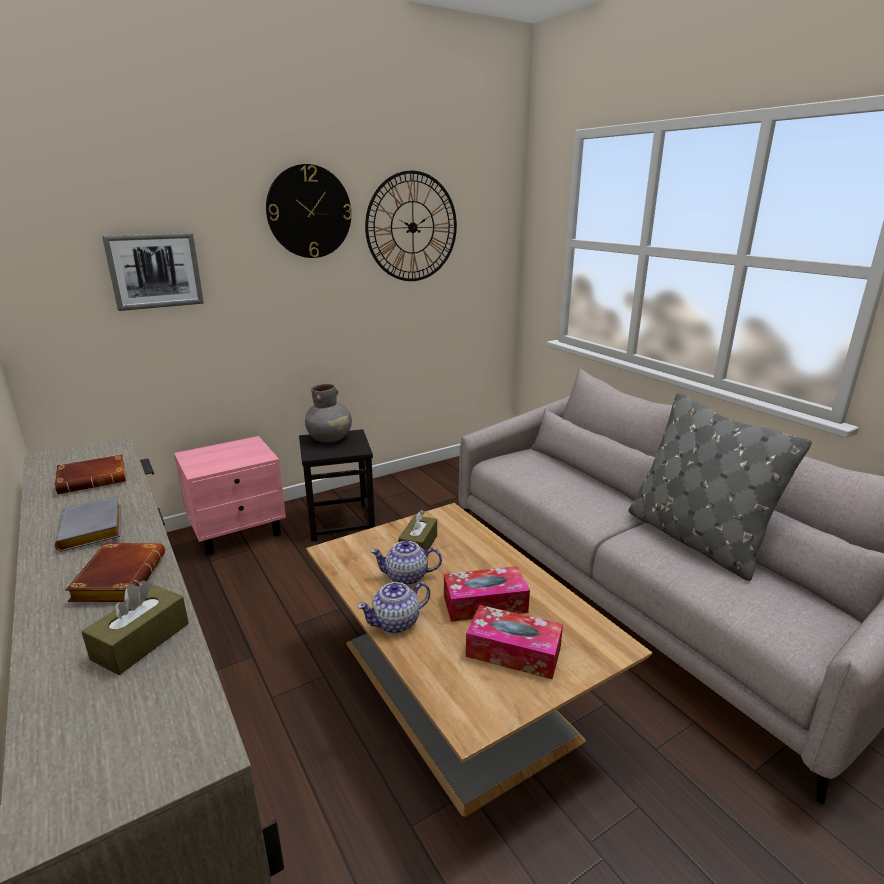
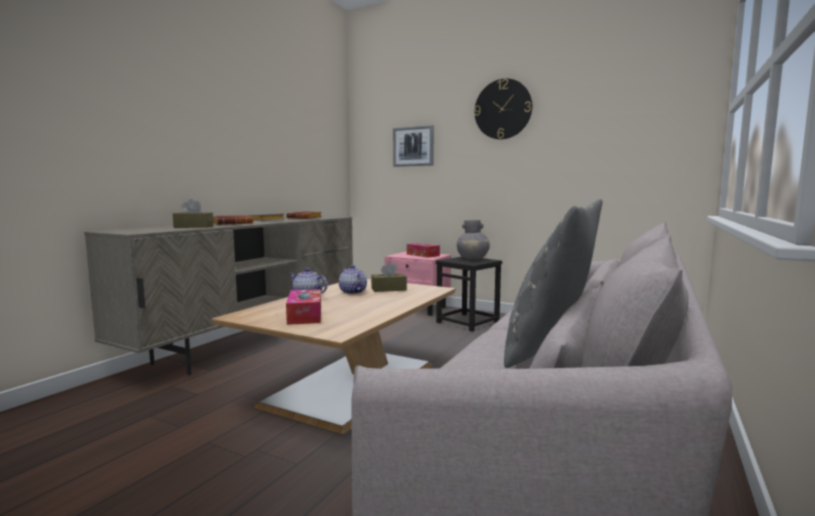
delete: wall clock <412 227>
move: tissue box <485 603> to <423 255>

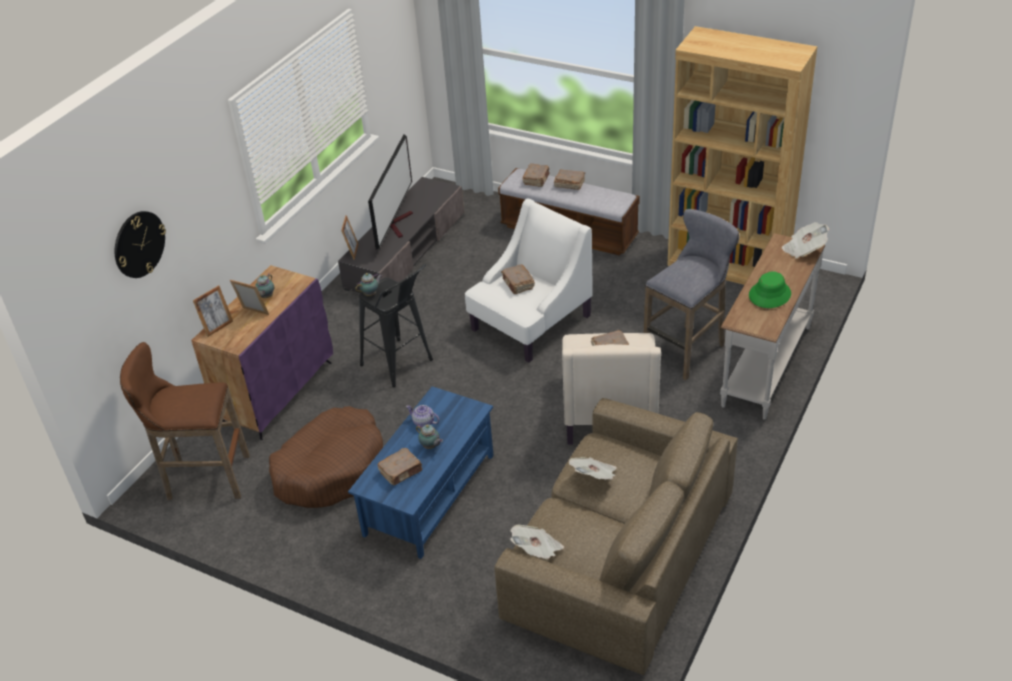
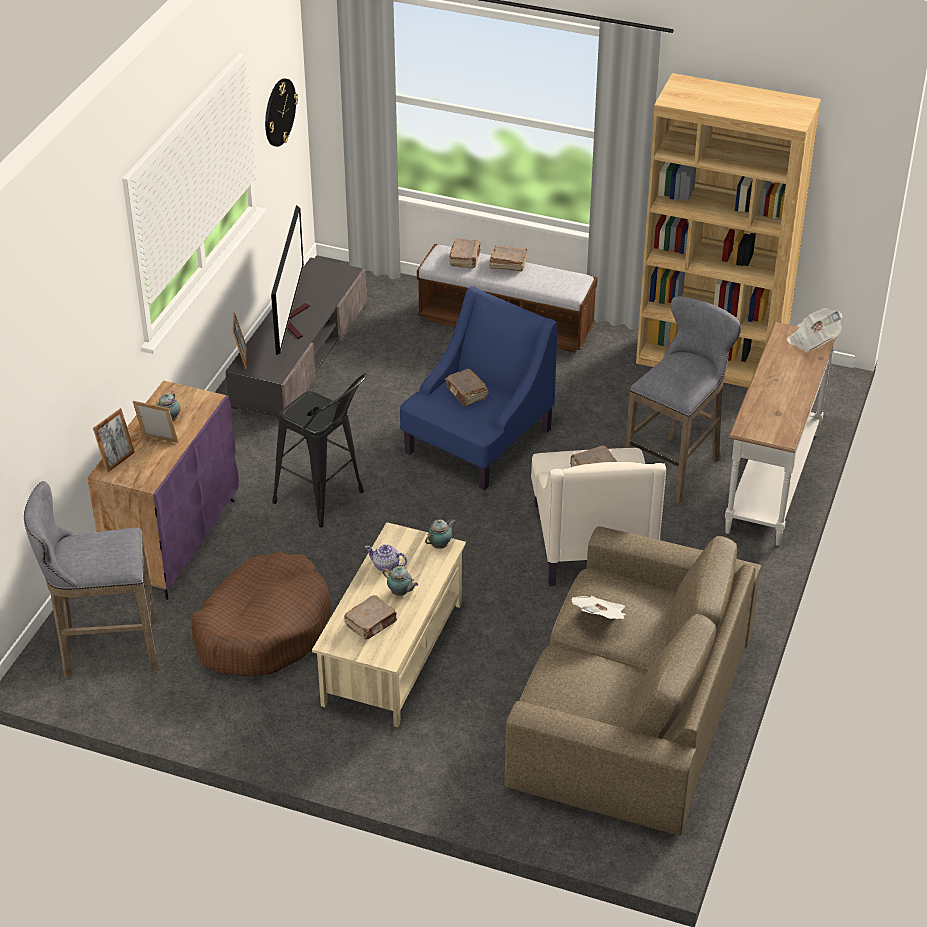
delete: newspaper <537 550>; hat (green) <769 295>
move: wall clock <139 244> to <279 112>; teapot <371 294> to <440 545>
recolor: stool (brown) <204 479> to stool (grey) <105 650>; coffee table (blue) <430 495> to coffee table (beige) <393 654>; armchair (white) <530 323> to armchair (blue) <477 441>

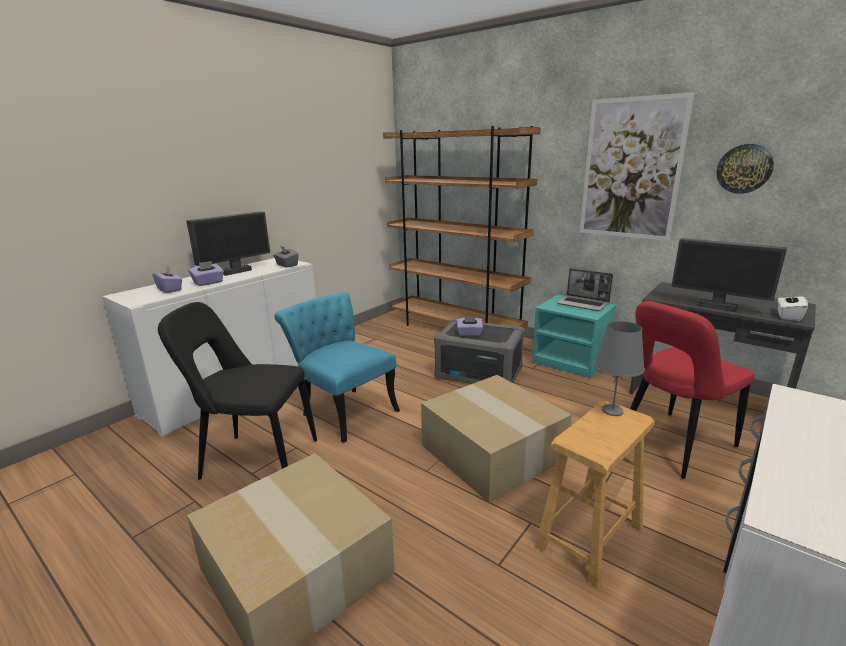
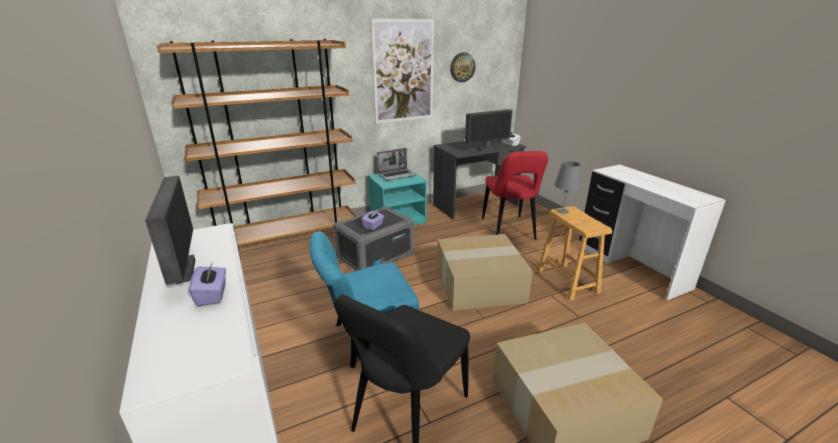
delete: tissue box (purple) <170 289>; tissue box (grey) <286 265>

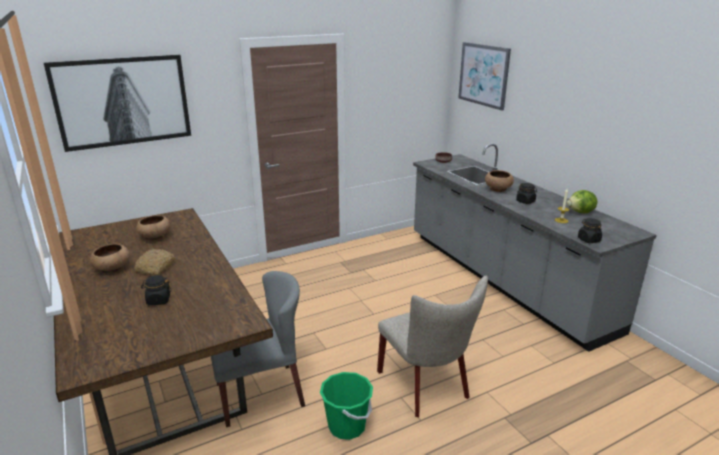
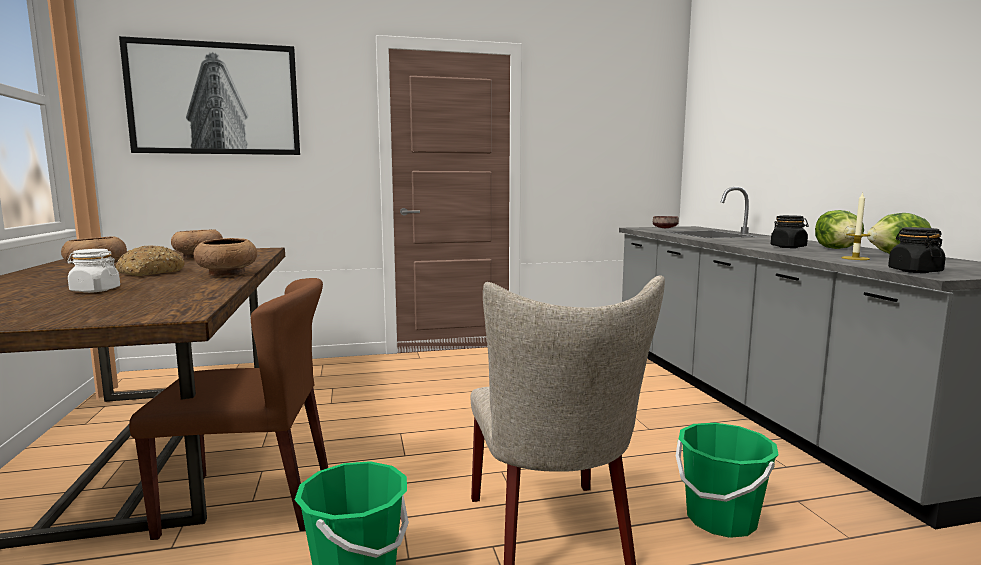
delete: picture <483 75>
insert: bucket (green) <720 519>; lettuce <838 249>
move: bowl (brown) <498 189> to <227 274>
recolor: jar (black) <158 300> to jar (white) <95 290>; chair (grey) <260 394> to chair (brown) <250 500>

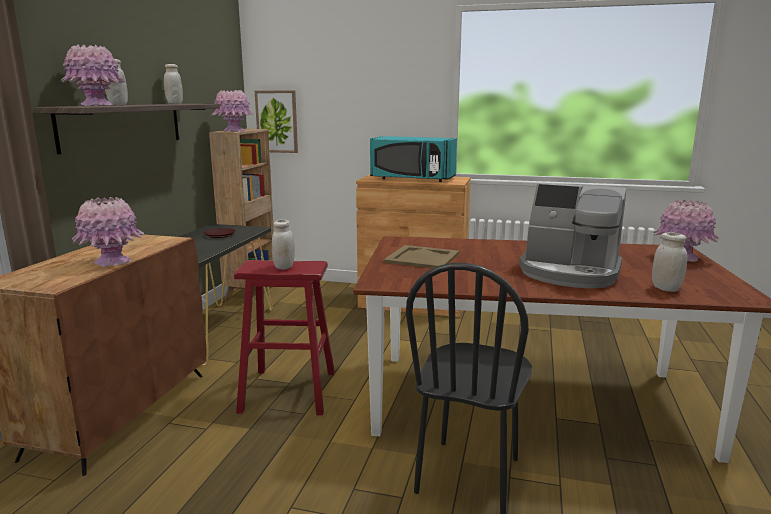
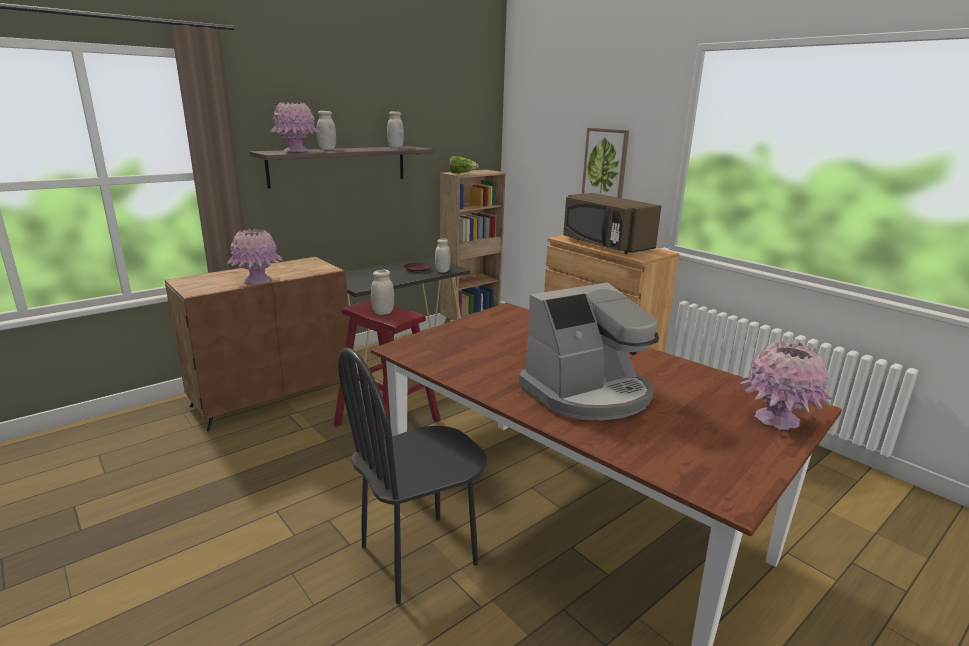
delete: tray (beige) <423 257>
move: picture <277 121> to <605 165>; jar (white) <665 288> to <442 271>
replace: vase (pink) <233 131> to lettuce <462 173>
recolor: microwave (turquoise) <412 179> to microwave (brown) <605 245>
rotate: coffee machine <569 273> = <588 393> 90 degrees counterclockwise

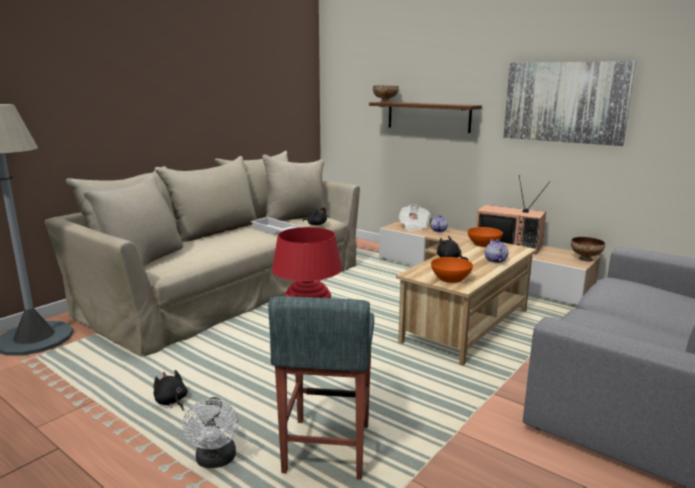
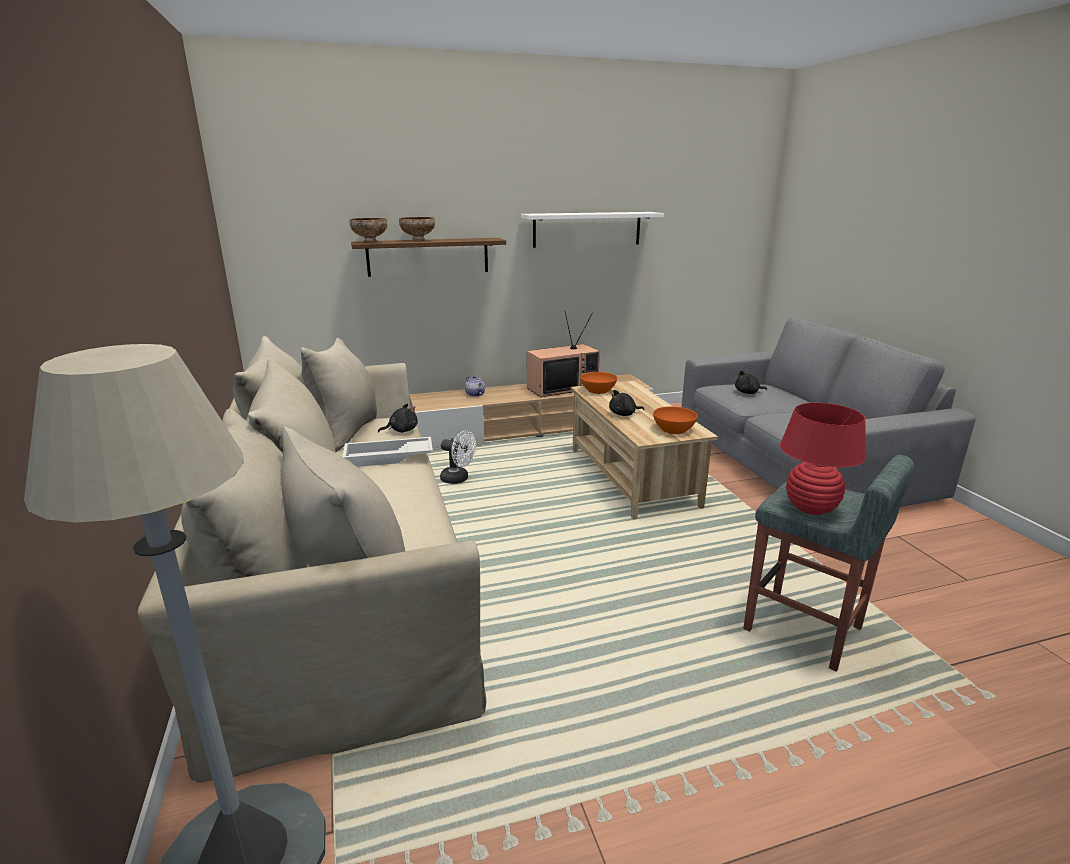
delete: newspaper <413 227>; teapot <495 260>
move: plush toy (black) <171 401> to <748 393>; fan (white) <215 460> to <458 479>; bowl <585 259> to <418 240>
replace: picture <565 102> to shelf (white) <587 229>

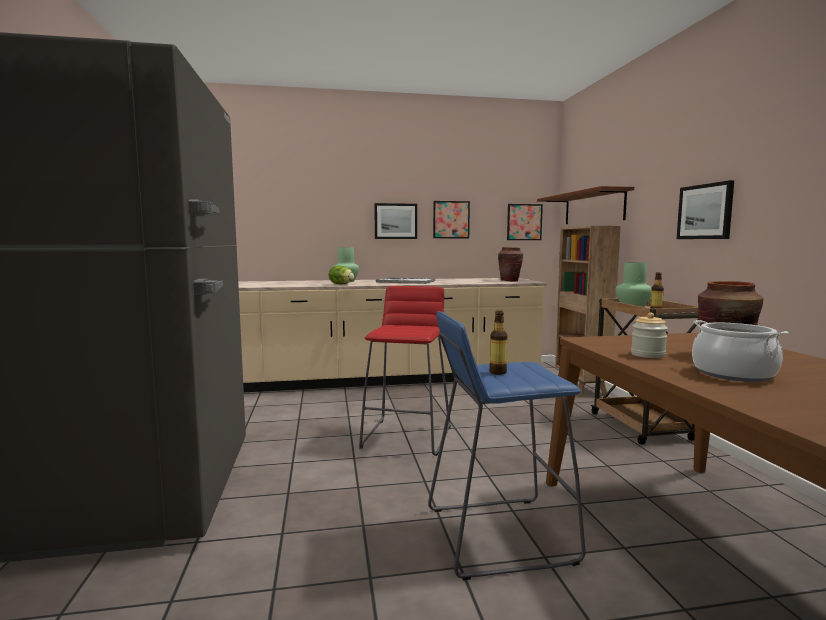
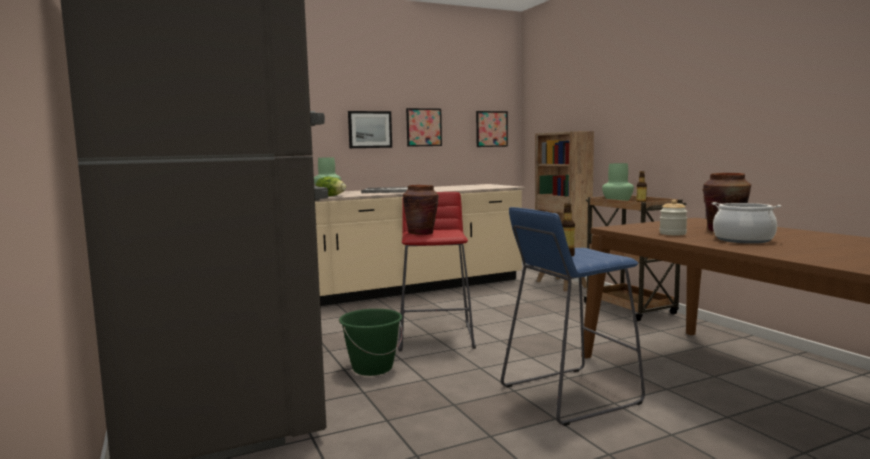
delete: shelf (brown) <593 208>; picture <705 211>
insert: bucket (green) <372 368>
move: vase (brown) <509 280> to <421 233>

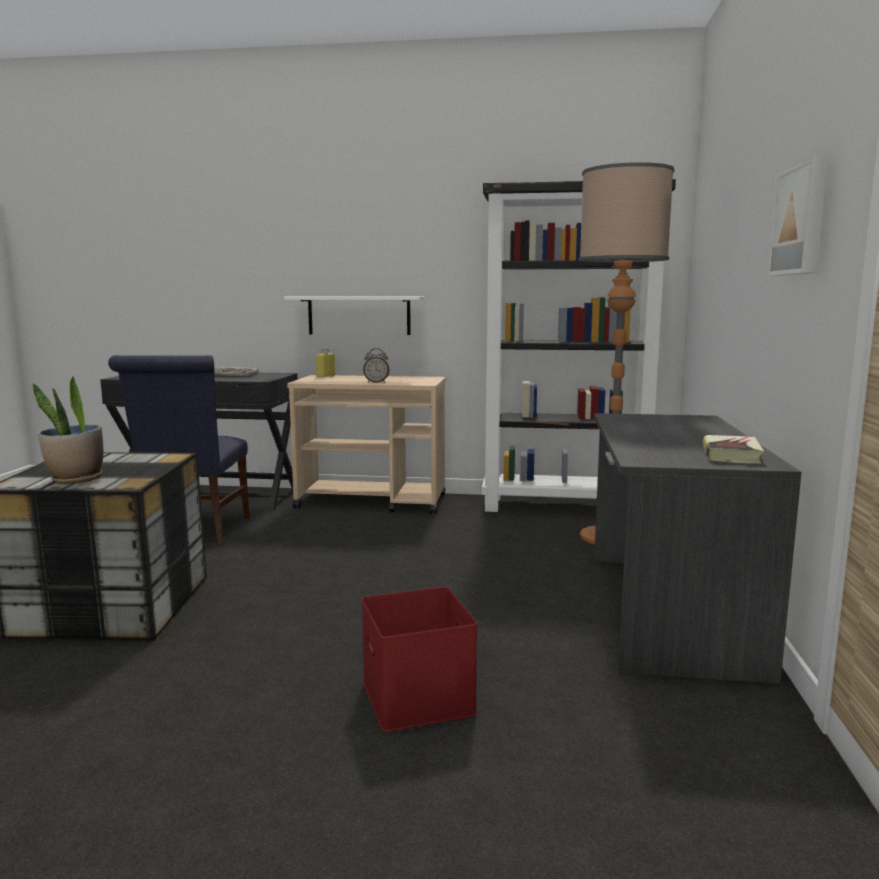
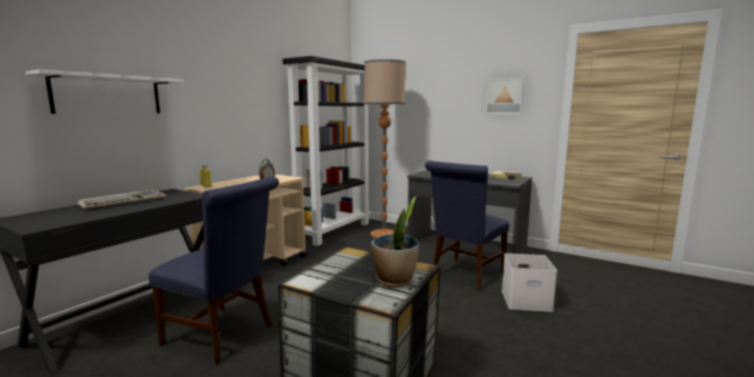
insert: chair (blue) <465 275>
move: shelf (white) <359 315> to <108 95>
recolor: storage box (red) <420 698> to storage box (white) <527 300>

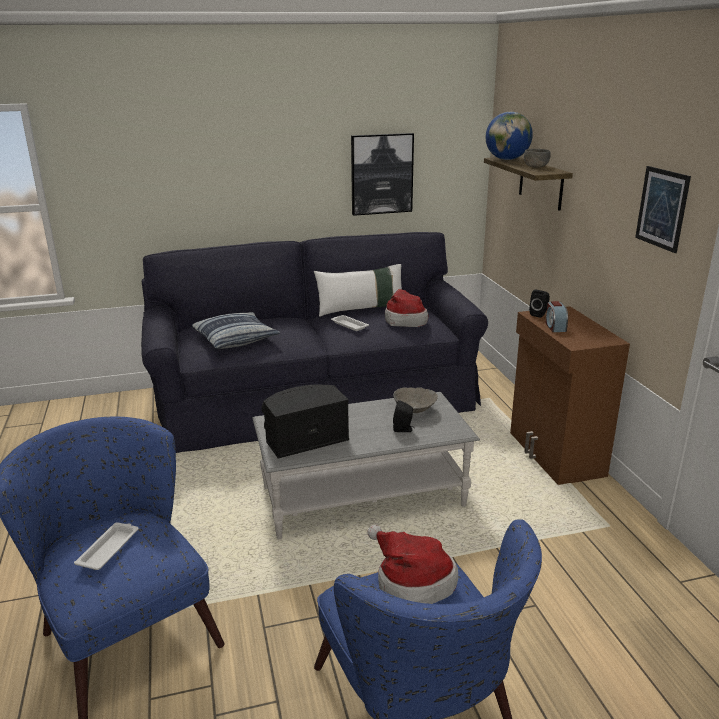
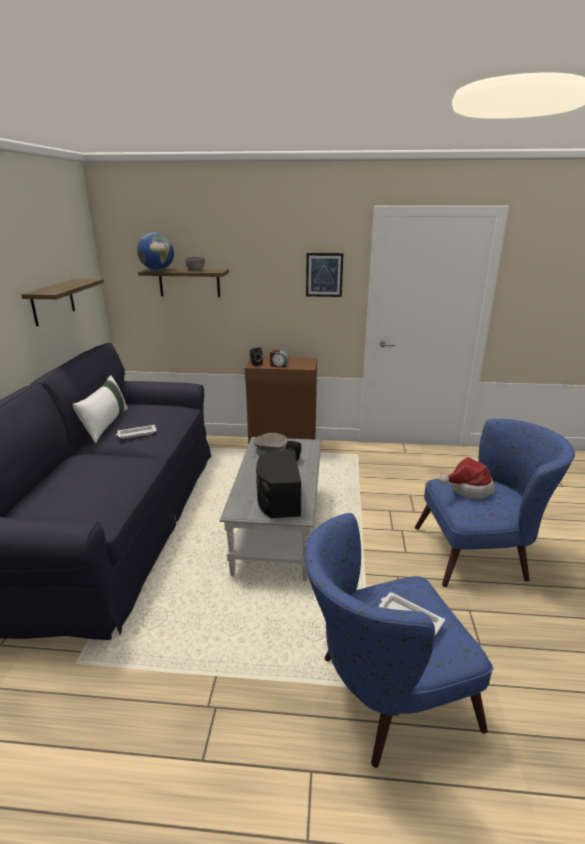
delete: pillow <236 338>; hat <404 320>
replace: picture <381 174> to shelf <53 302>

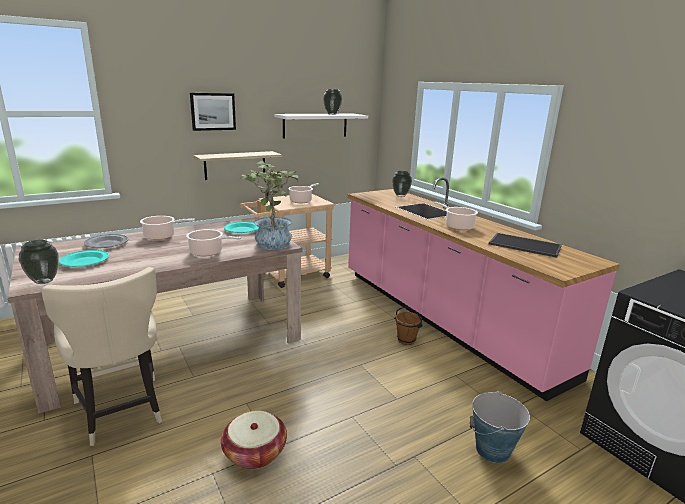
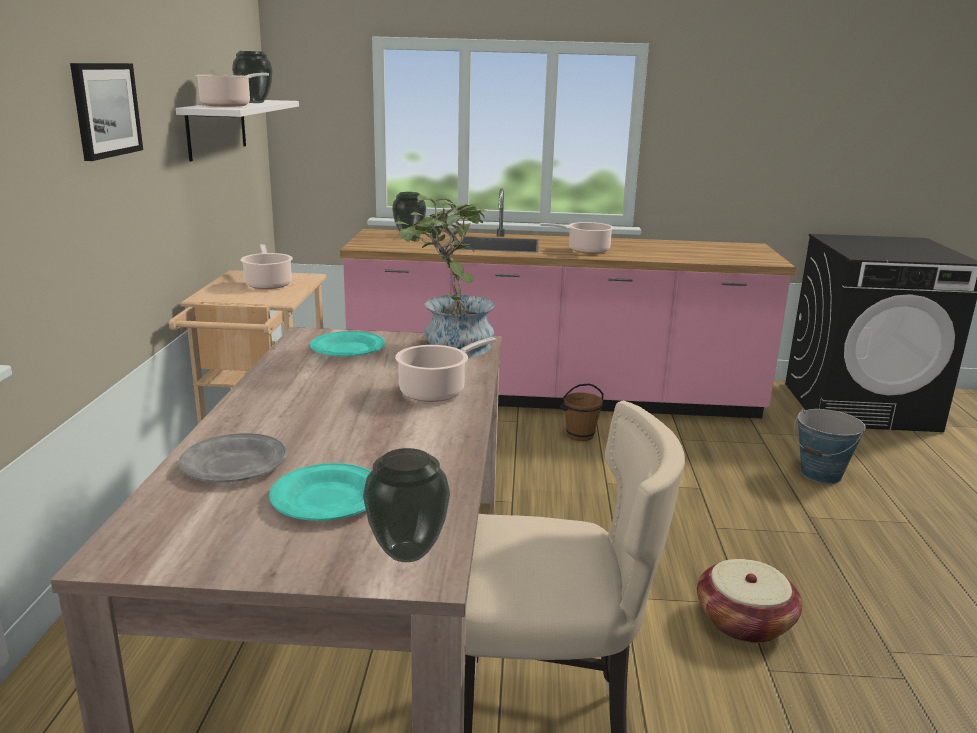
delete: shelf <235 165>; tray <525 245>
move: cooking pot <161 236> to <228 105>

